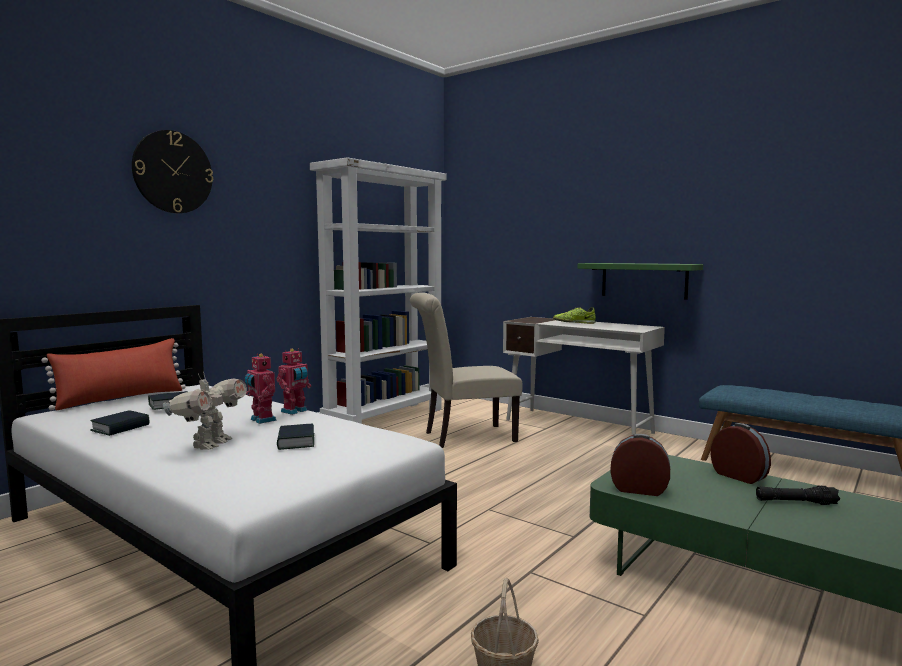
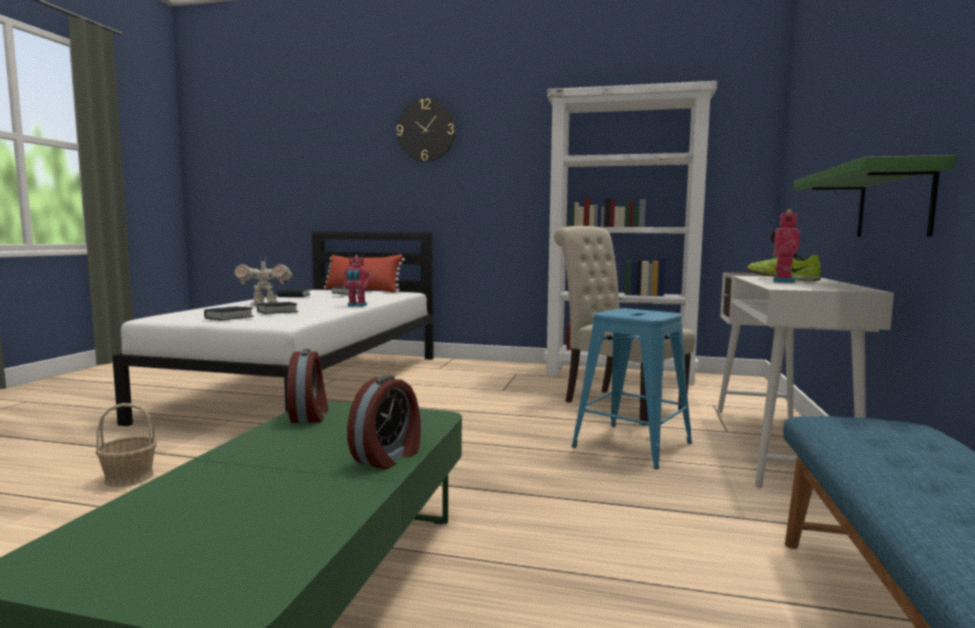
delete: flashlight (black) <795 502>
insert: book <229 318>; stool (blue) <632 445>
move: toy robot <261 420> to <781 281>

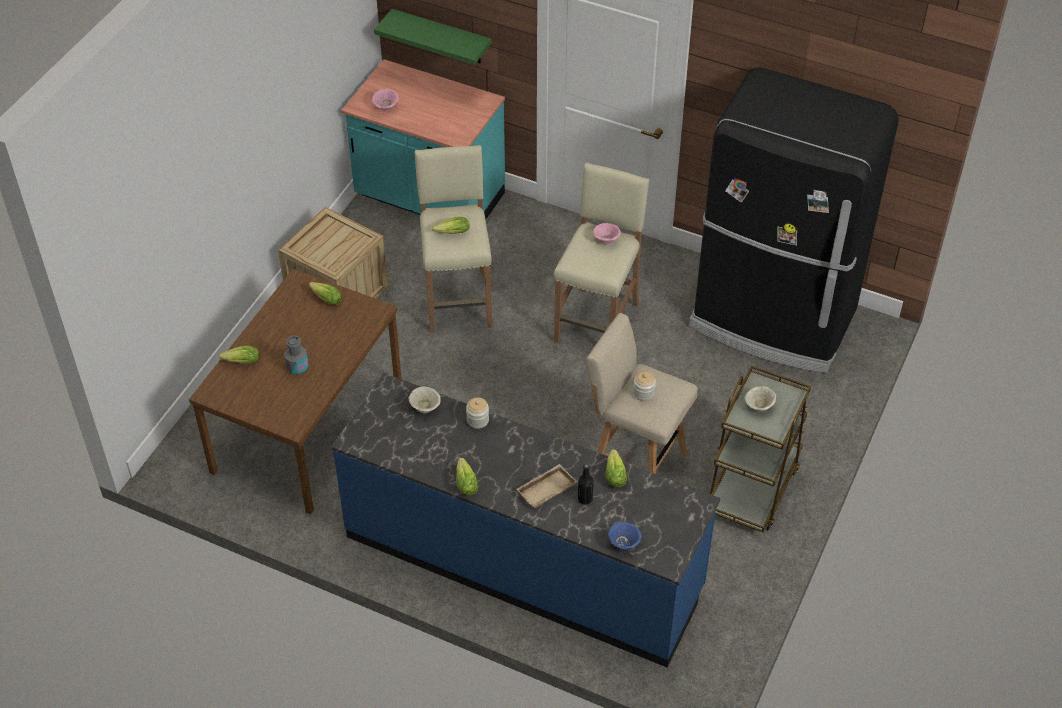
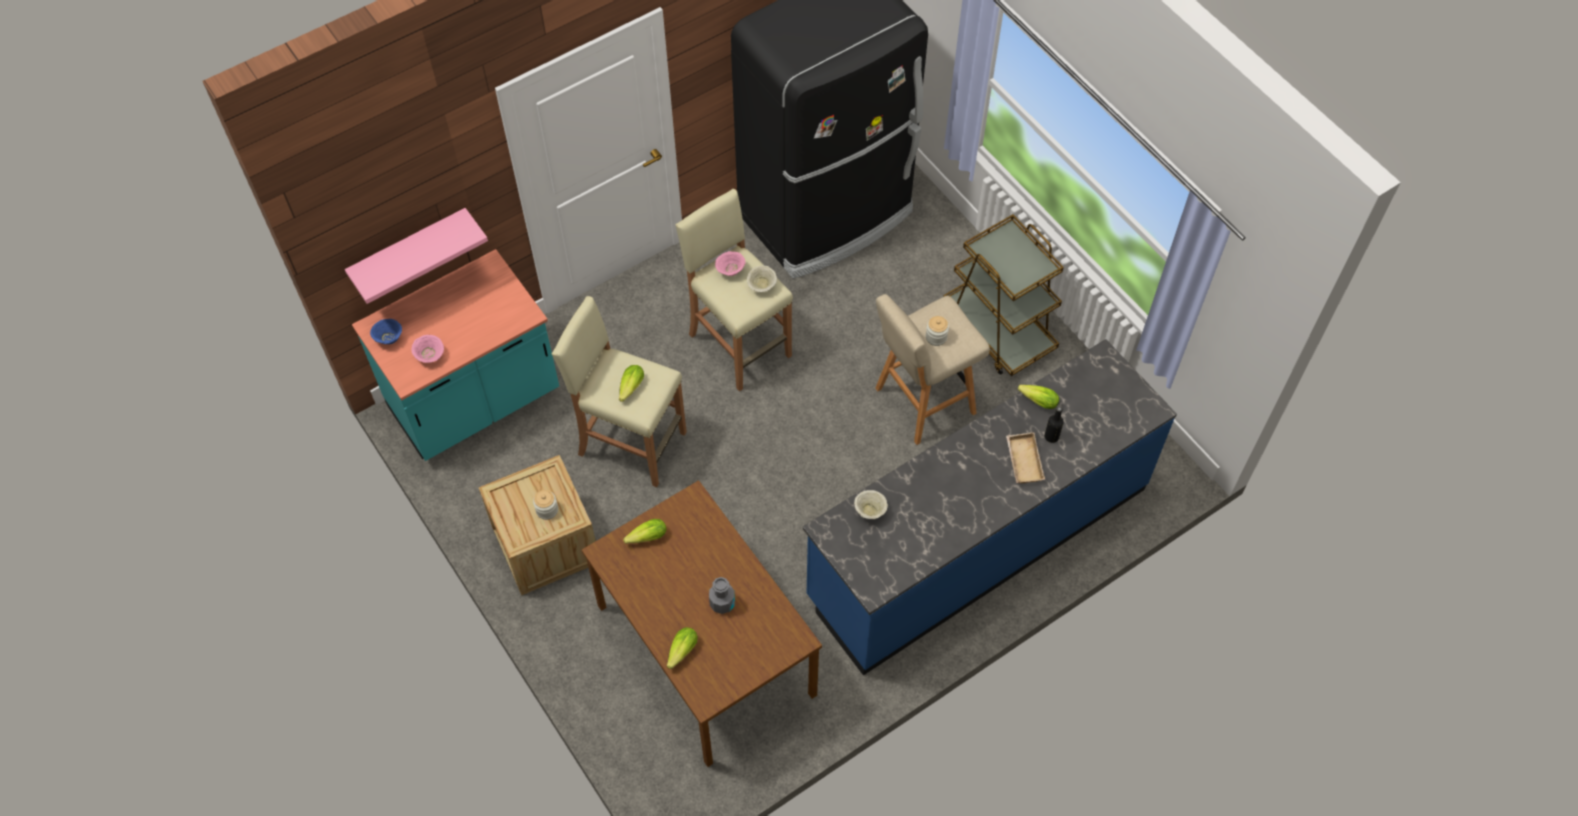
delete: lettuce <465 482>
move: jar <477 420> to <547 510>; bowl (blue) <623 544> to <388 339>; bowl (beige) <759 407> to <762 286>
recolor: shelf (green) <442 37> to shelf (pink) <409 250>

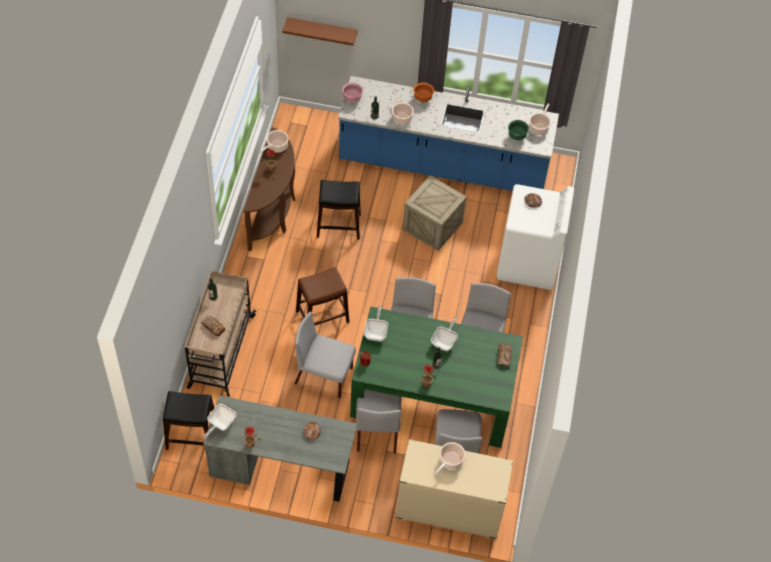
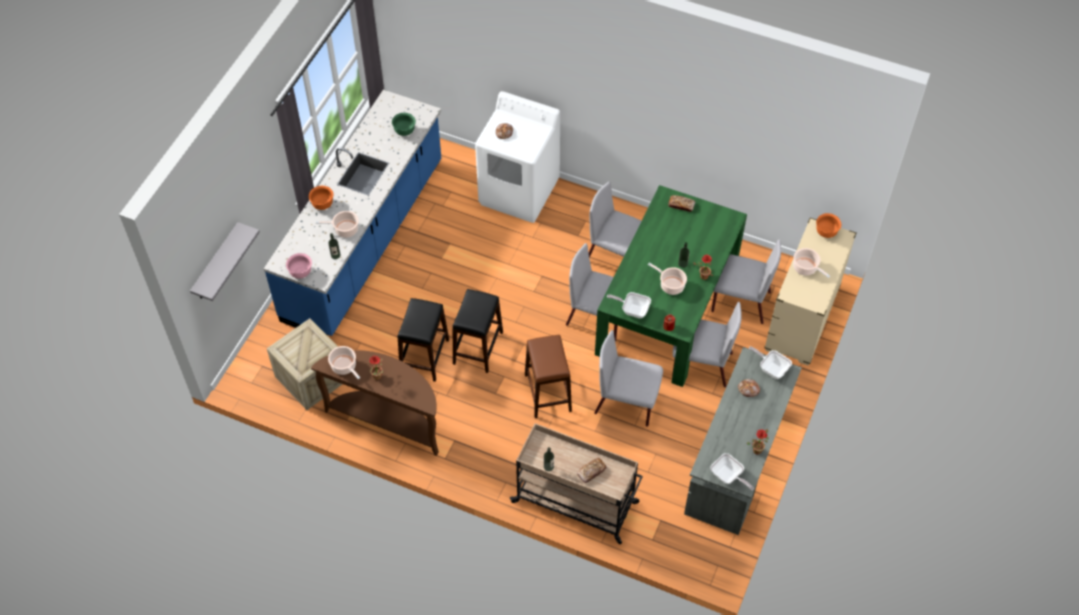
insert: bowl (orange) <826 232>
move: stool (black) <192 436> to <477 348>; crate <432 226> to <311 378>; frying pan <445 341> to <771 368>; cooking pot <539 127> to <670 285>
recolor: shelf (brown) <322 30> to shelf (grey) <216 263>
rotate: chair (grey) <324 376> = <627 402> 75 degrees clockwise

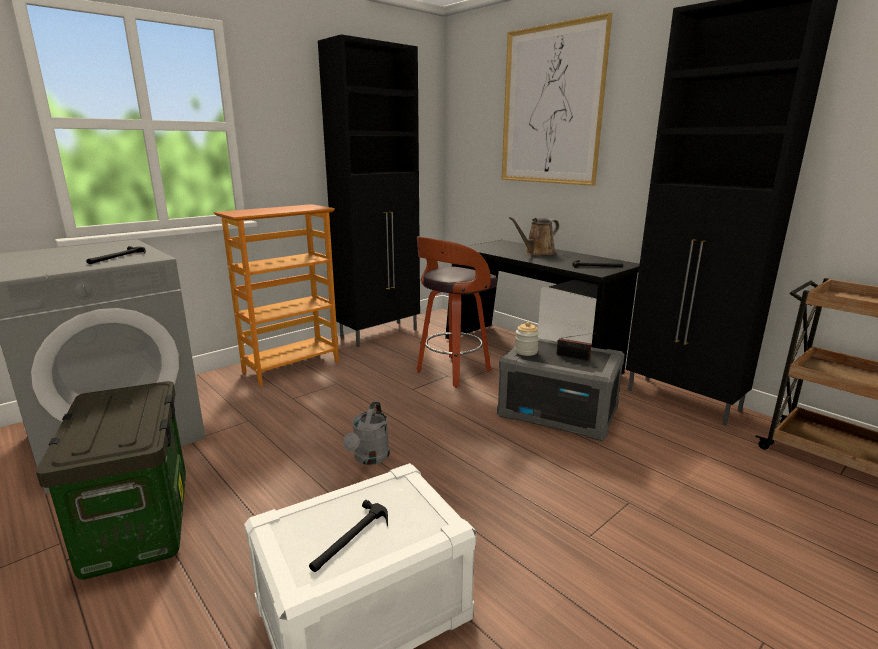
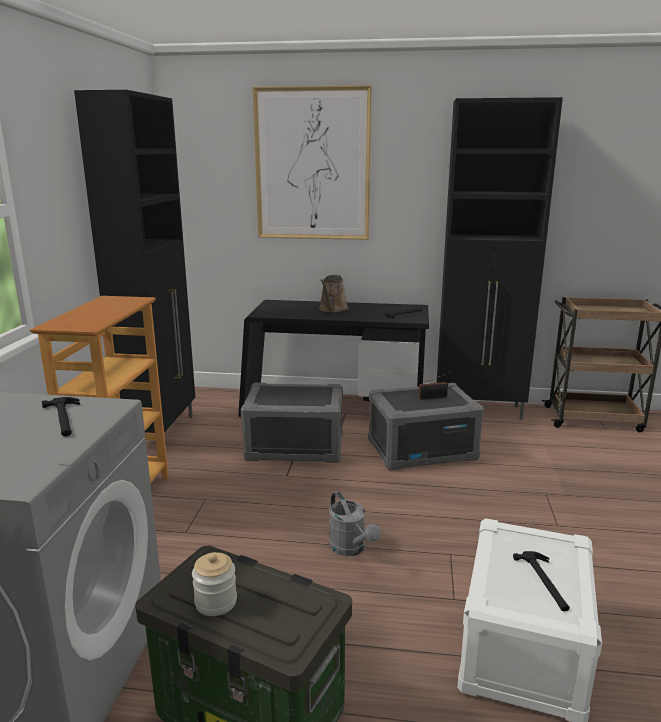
move: jar <526 351> to <216 602>
replace: stool <452 372> to storage box (grey) <294 447>

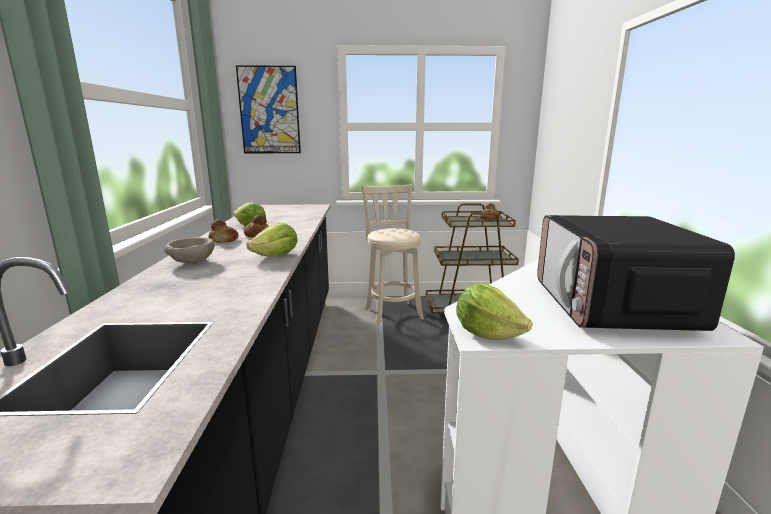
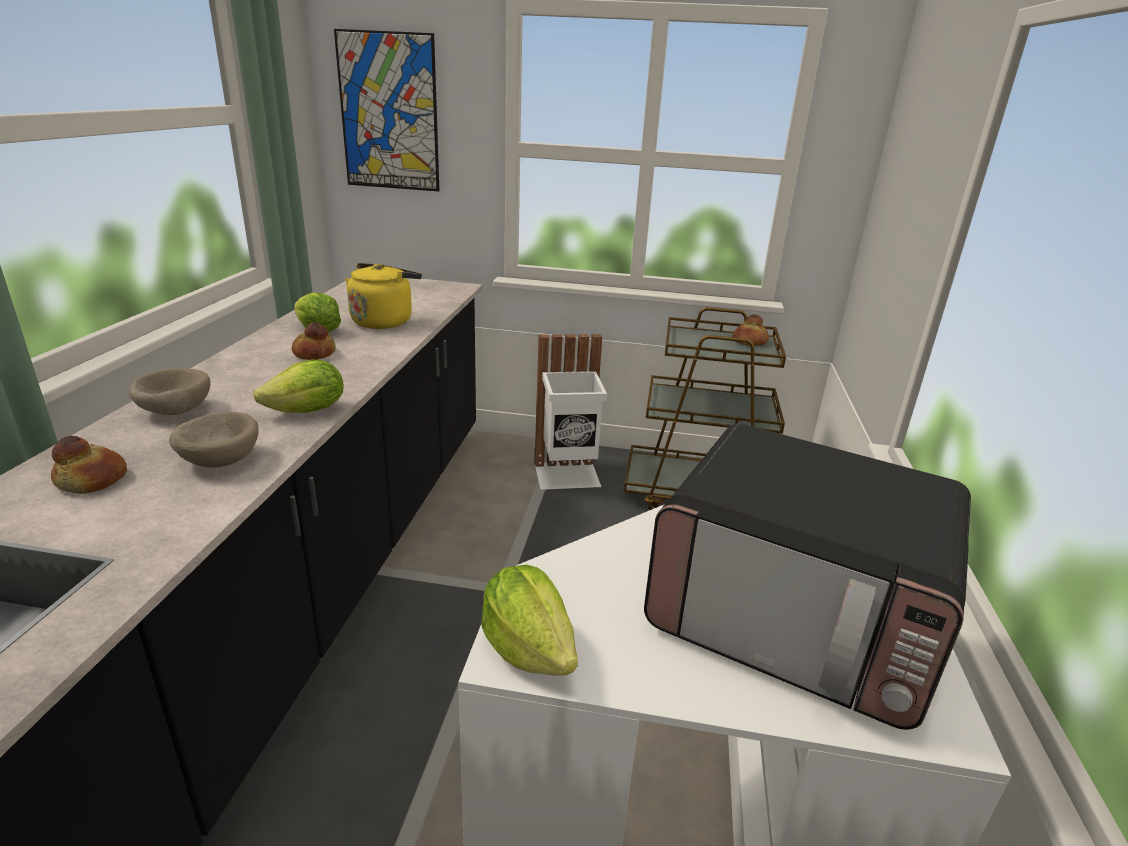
insert: bowl (beige) <221 460>; kettle (yellow) <384 321>
move: bread <224 240> to <93 479>
replace: stool (beige) <392 312> to trash can (white) <568 476>
rotate: microwave <611 306> = <794 617> 75 degrees counterclockwise

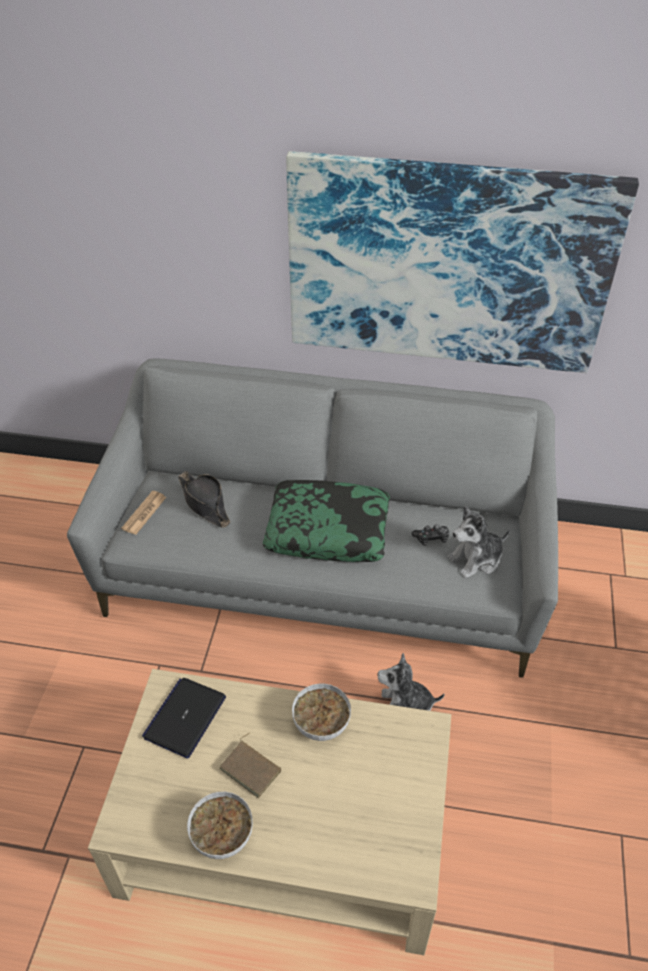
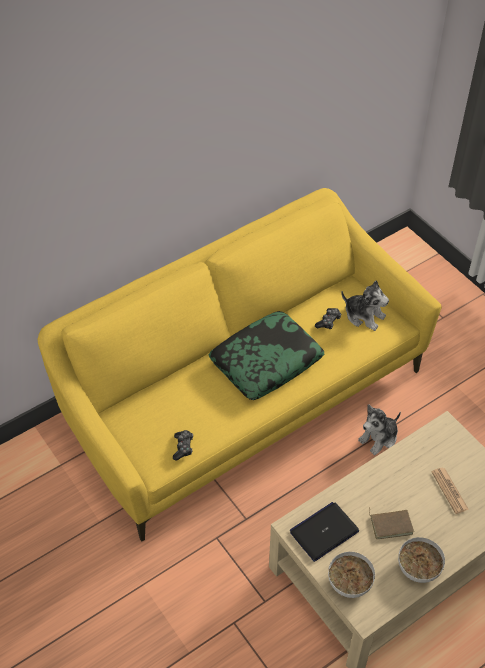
delete: hat (black) <205 503>; picture <447 265>
insert: game controller <183 447>
move: newspaper <144 513> to <449 490>; bowl <321 722> to <349 582>
recolor: sofa (grey) <324 570> to sofa (yellow) <242 398>
rotate: laptop <185 717> = <324 531> 75 degrees clockwise; plush toy <476 559> = <364 316> 75 degrees counterclockwise

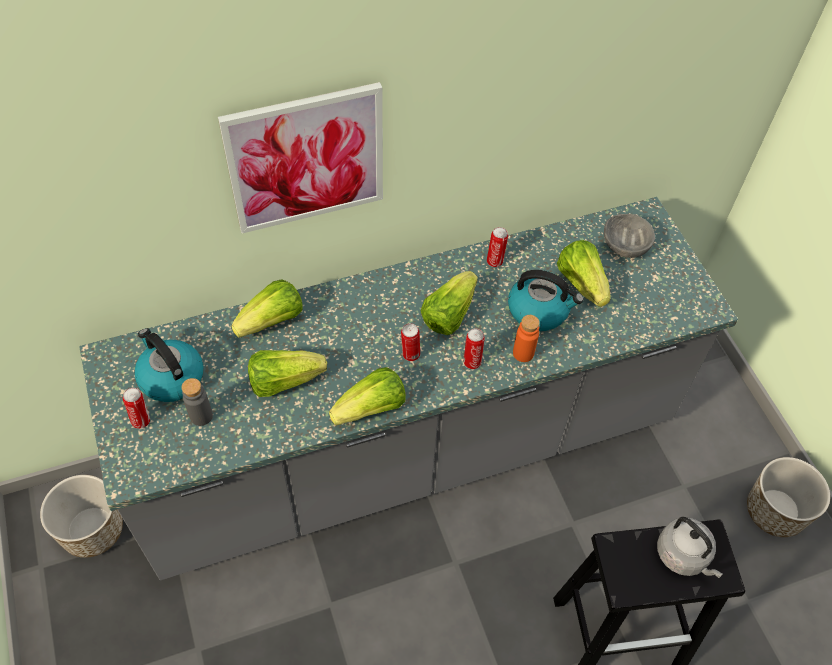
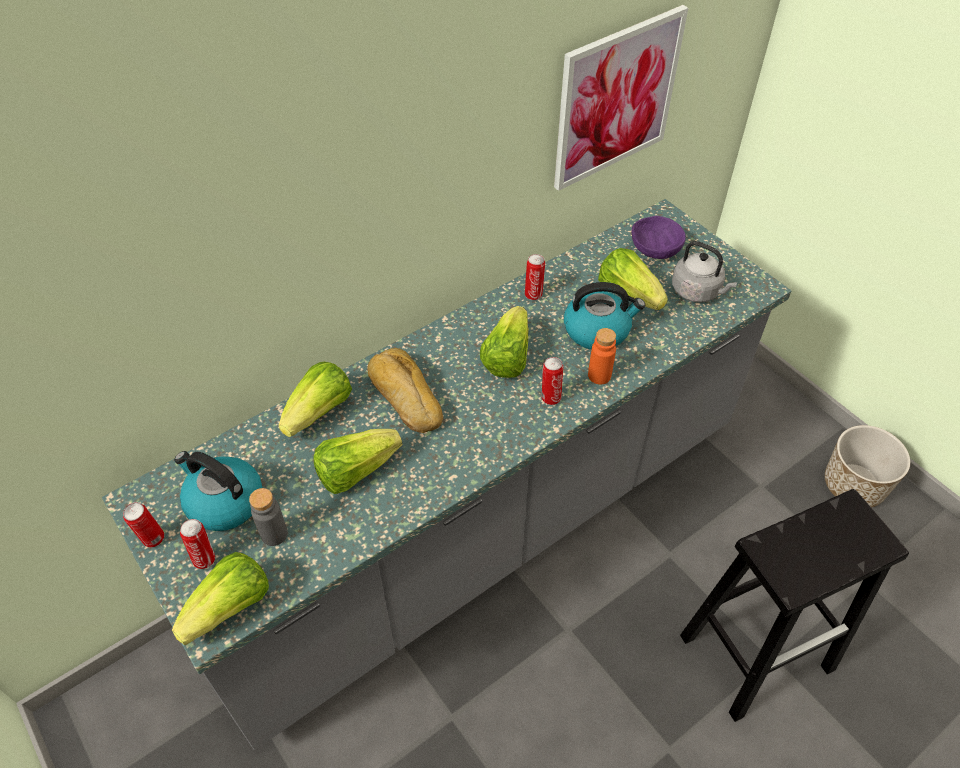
delete: planter <92 530>
insert: bread <404 397>
move: picture <306 158> to <616 99>; lettuce <371 409> to <231 608>; can <410 355> to <152 539>; kettle (grey) <684 556> to <698 291>
recolor: bowl (grey) <624 246> to bowl (purple) <654 250>

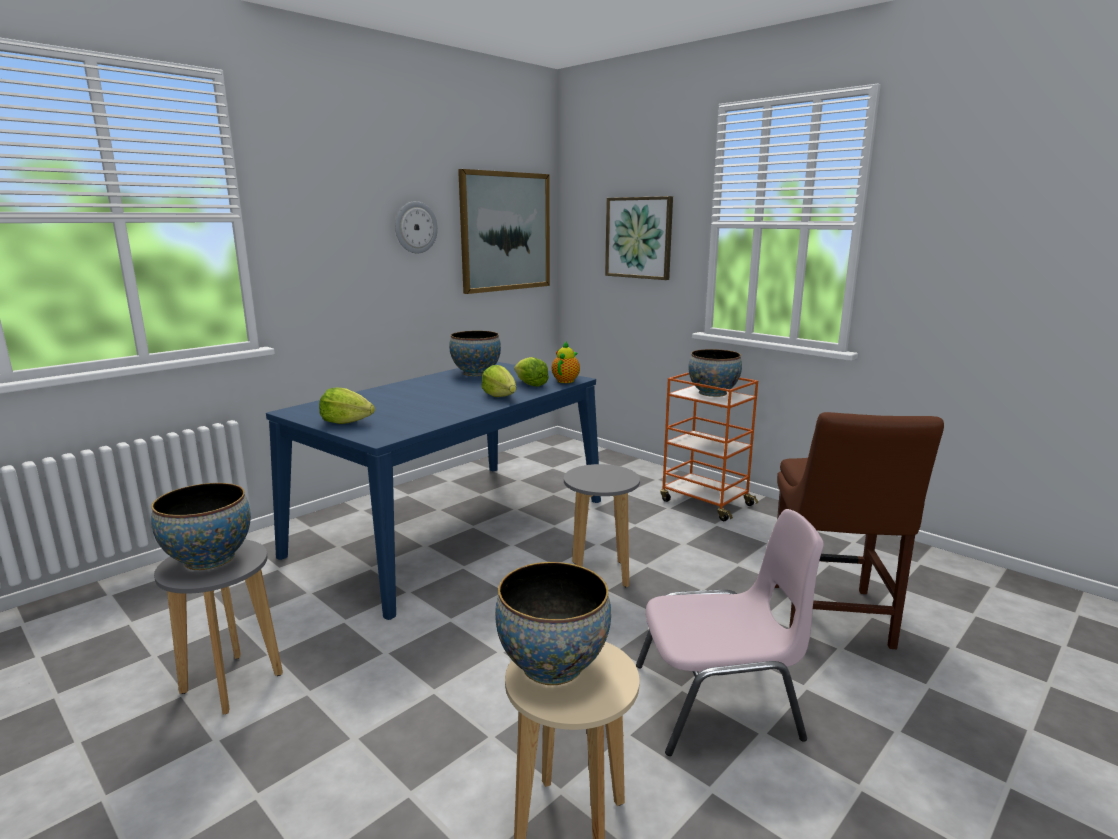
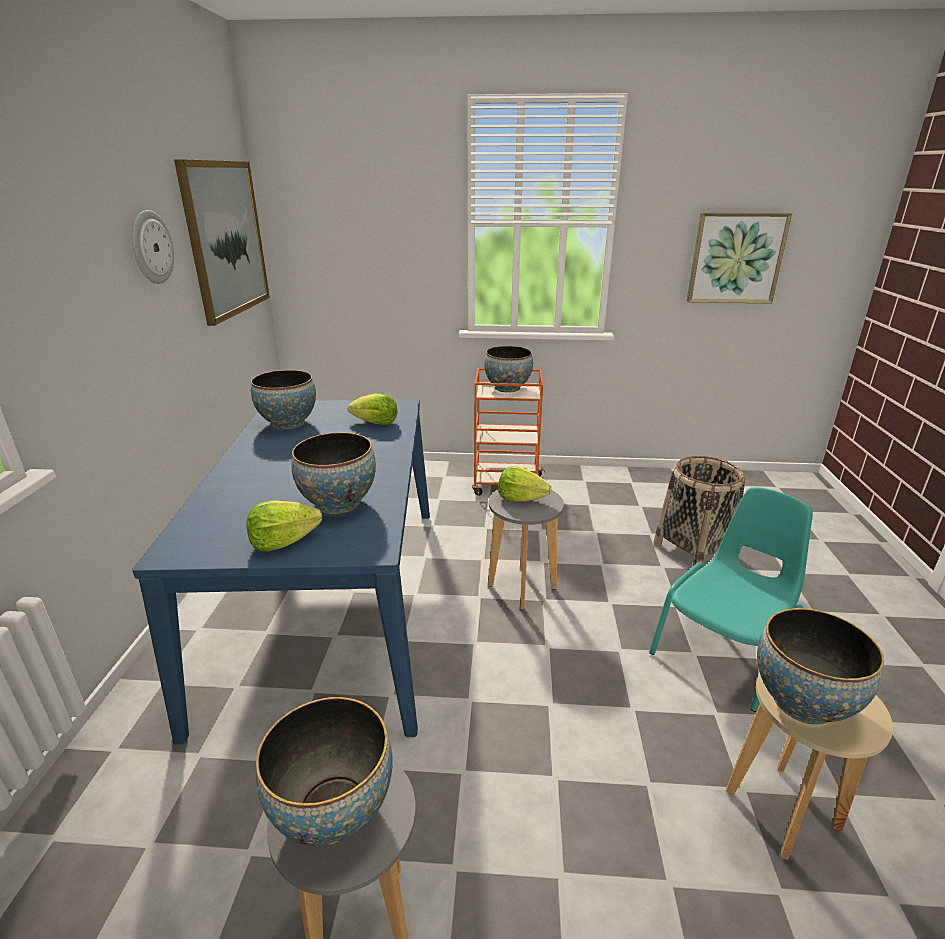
delete: teapot <566 380>
insert: bowl <338 503>
move: lettuce <500 396> to <521 498>; picture <639 238> to <736 258>
replace: chair (brown) <830 618> to basket <693 549>
recolor: chair (pink) <719 702> to chair (turquoise) <724 651>

